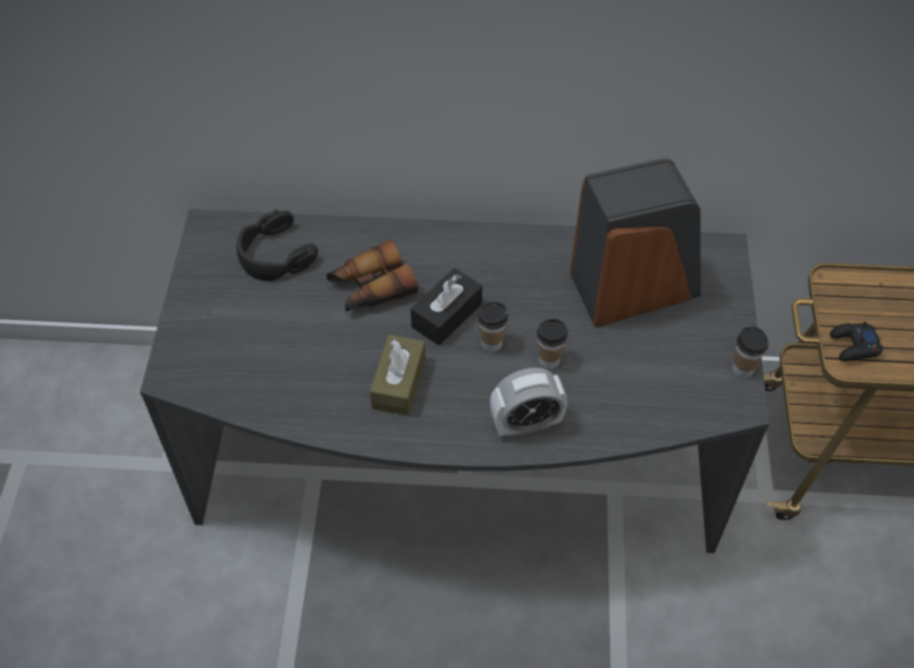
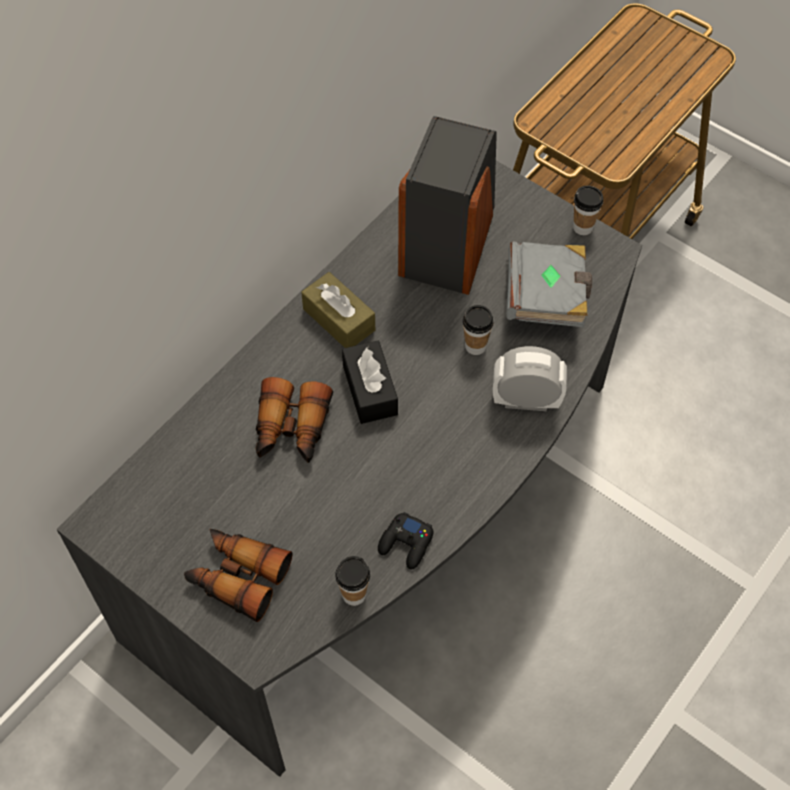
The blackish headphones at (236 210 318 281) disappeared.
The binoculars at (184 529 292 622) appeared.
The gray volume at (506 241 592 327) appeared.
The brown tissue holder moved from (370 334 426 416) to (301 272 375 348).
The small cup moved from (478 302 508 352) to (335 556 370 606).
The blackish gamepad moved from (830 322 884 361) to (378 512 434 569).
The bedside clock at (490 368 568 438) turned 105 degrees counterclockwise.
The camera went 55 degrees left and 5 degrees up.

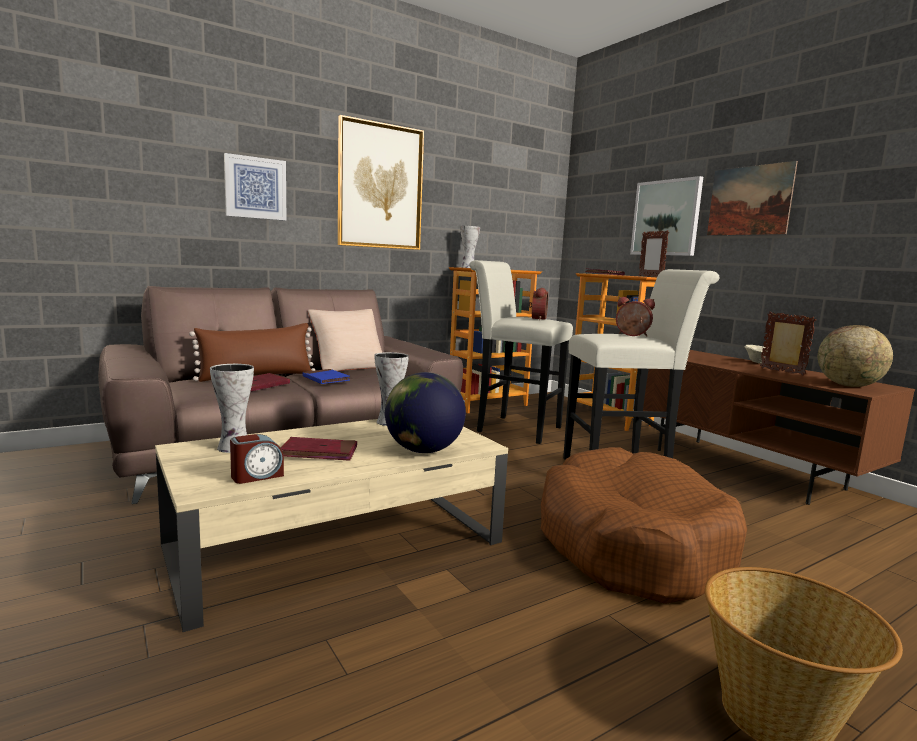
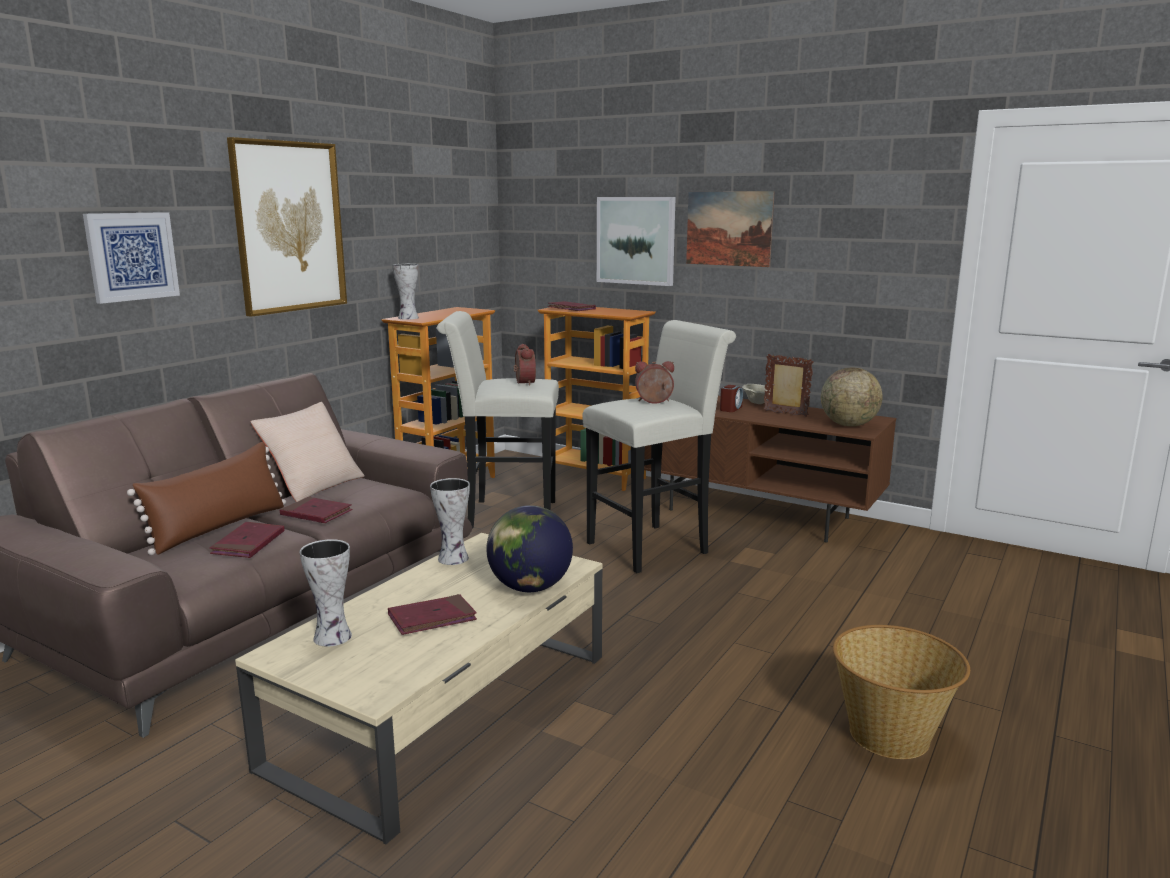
The brown pet bed at (541 447 747 604) disappeared.
The picture frame at (639 230 669 277) disappeared.
The bedside clock moved from (230 434 284 484) to (720 385 743 412).
The bluish volume at (303 369 350 384) became the reddish volume at (280 497 352 523).
The camera went 25 degrees left and 5 degrees up.

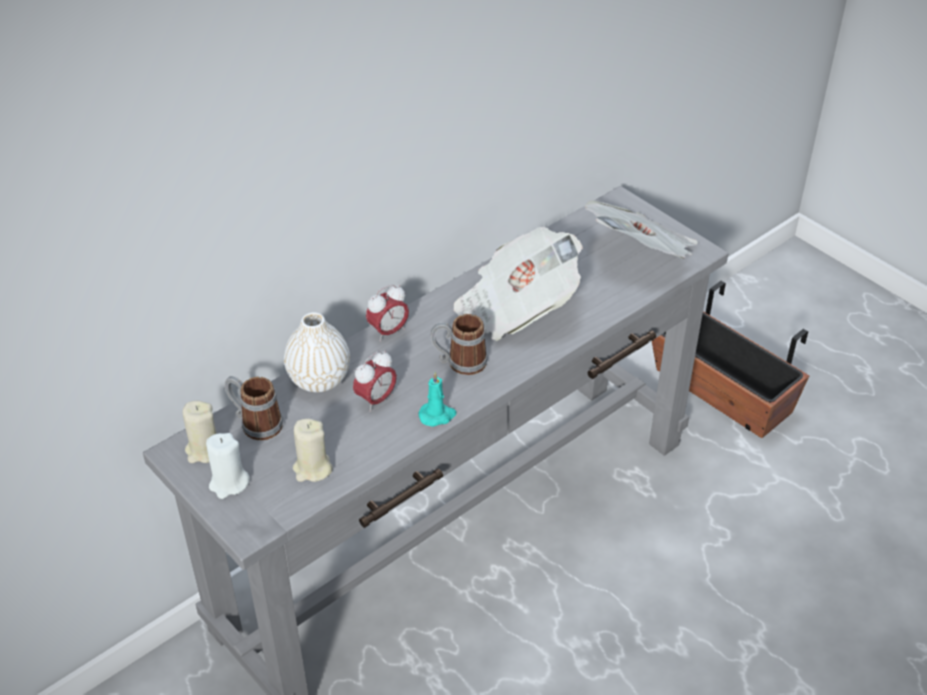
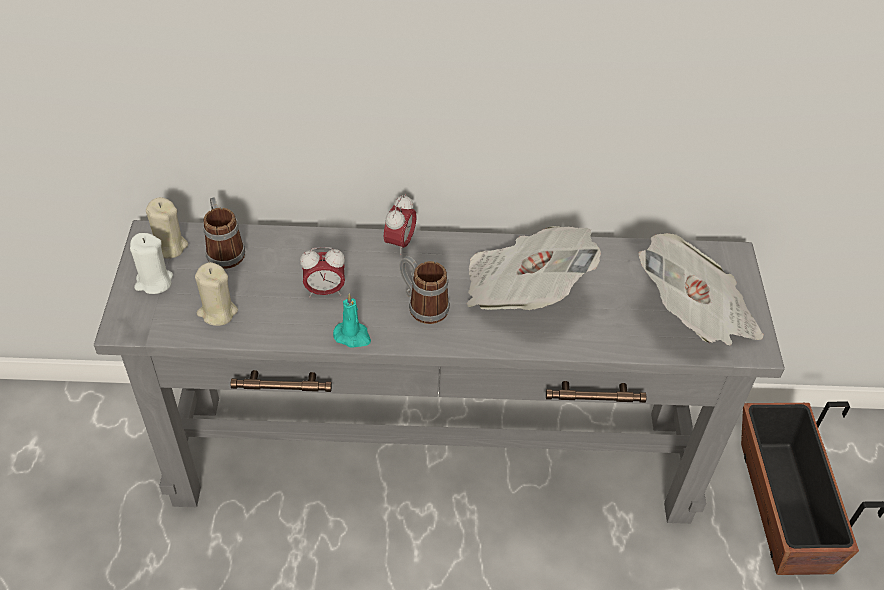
The whitish decorative vase at (284 312 350 392) disappeared.
The bedside clock at (366 284 409 342) turned 75 degrees counterclockwise.
The camera went 40 degrees right and 5 degrees up.

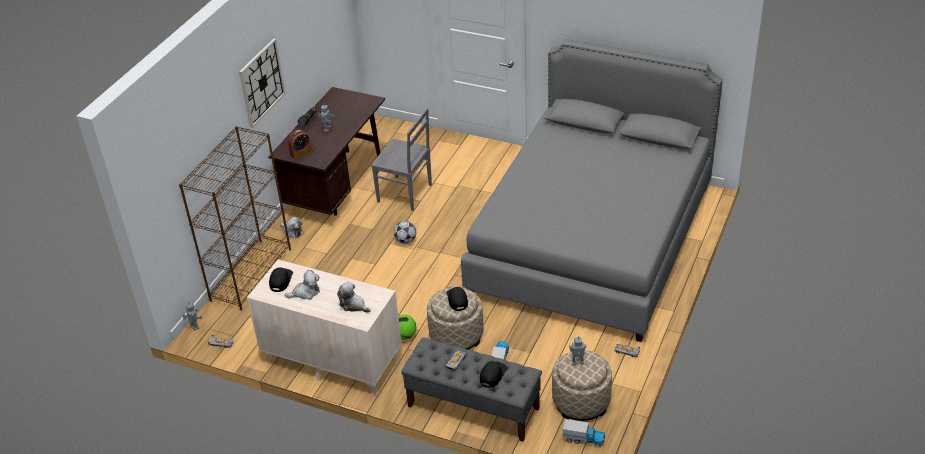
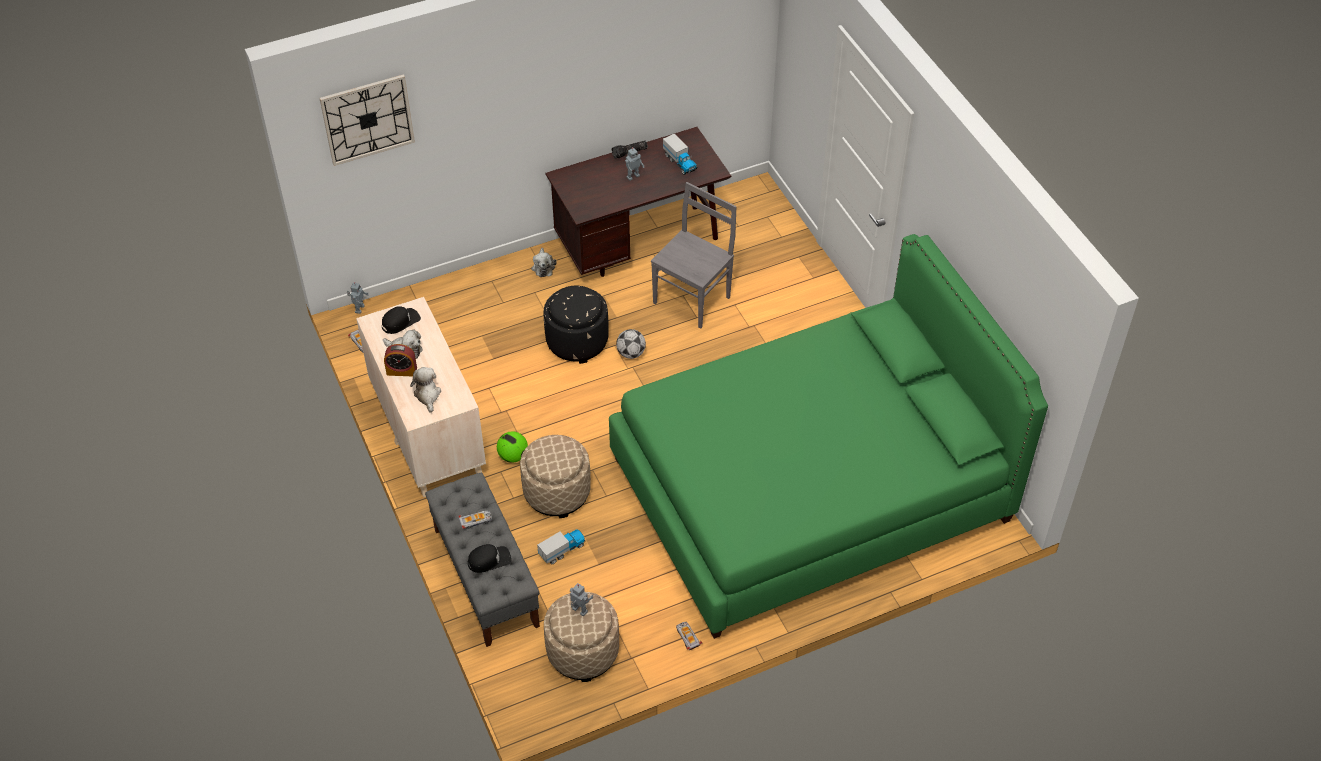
The brown bookcase at (179 126 291 311) disappeared.
The blackish baseball cap at (446 287 468 311) disappeared.
The blackish footrest at (544 286 609 364) appeared.
The clock on the wall moved from (239 38 286 128) to (319 74 415 166).
The bedside clock moved from (288 130 312 159) to (384 344 417 376).
The model truck moved from (563 419 605 447) to (663 134 697 175).
The gray bedroom bed at (461 39 723 342) became the green bedroom bed at (609 234 1048 639).
The gray upright chair at (371 108 432 211) turned 120 degrees counterclockwise.
The camera went 40 degrees right and 10 degrees up.

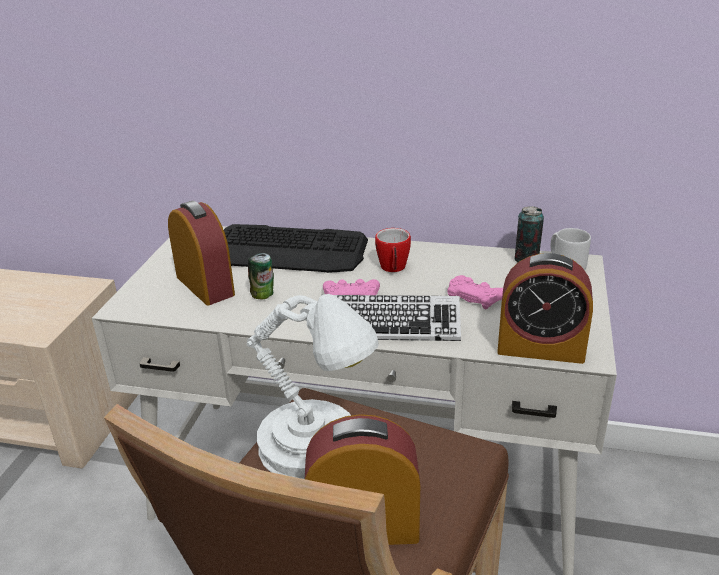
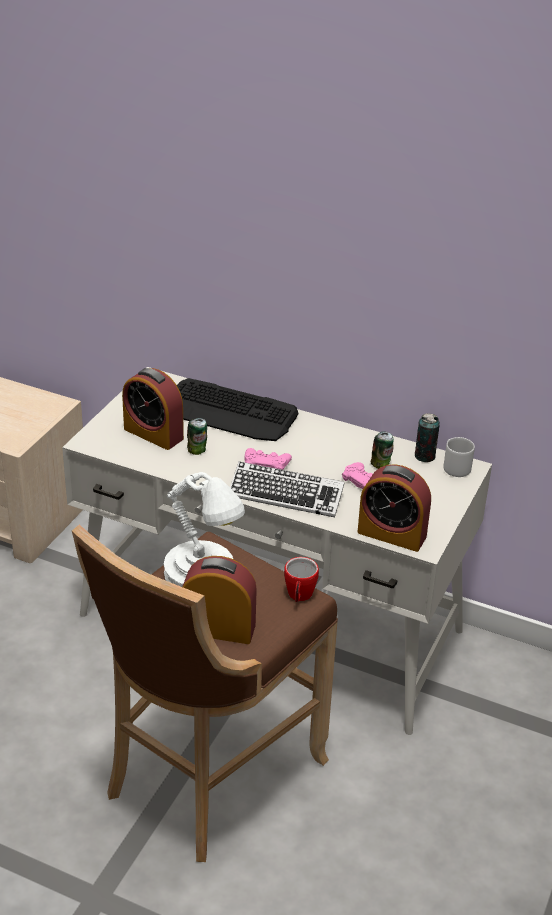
The can at (371 431 394 469) appeared.
The tea mug moved from (375 228 411 272) to (284 557 319 602).
The bedside clock at (168 201 235 305) turned 150 degrees clockwise.
The camera went 10 degrees right and 5 degrees up.

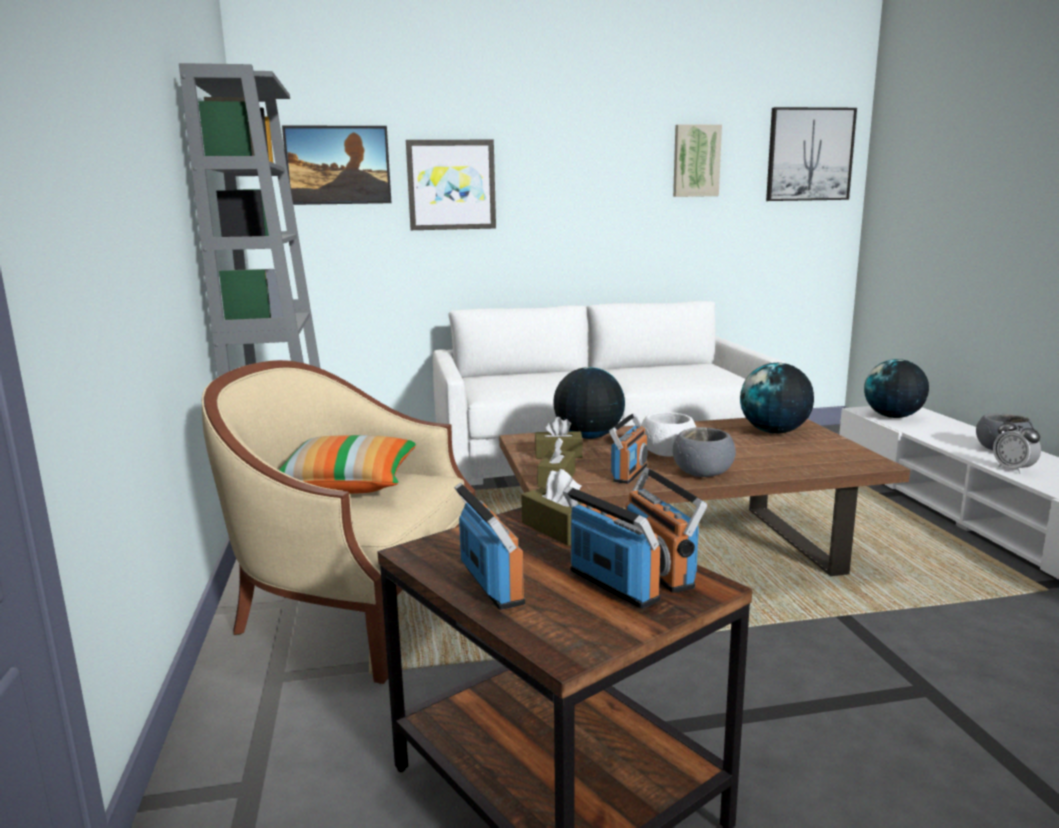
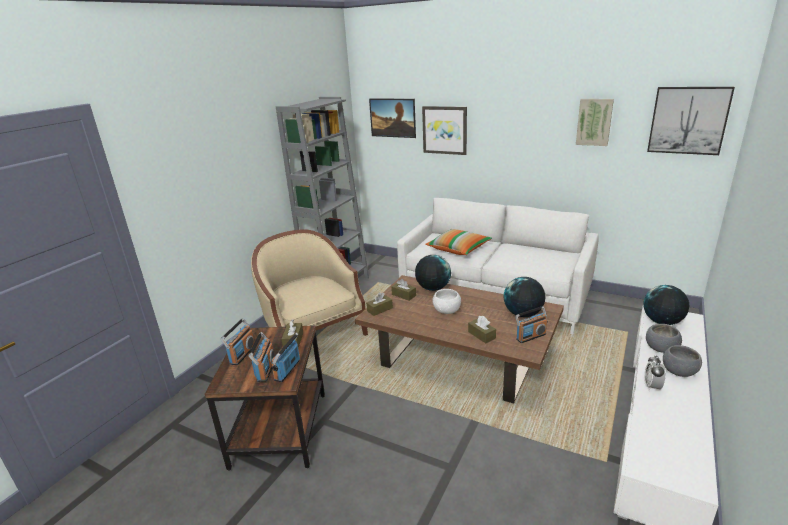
The brown tissue holder at (468 316 496 343) appeared.
The cushion moved from (279 435 416 493) to (425 229 492 255).
The radio receiver moved from (609 413 648 484) to (515 306 547 343).
The gray deep dish moved from (673 427 736 477) to (646 324 682 353).
The camera went 40 degrees right and 10 degrees up.

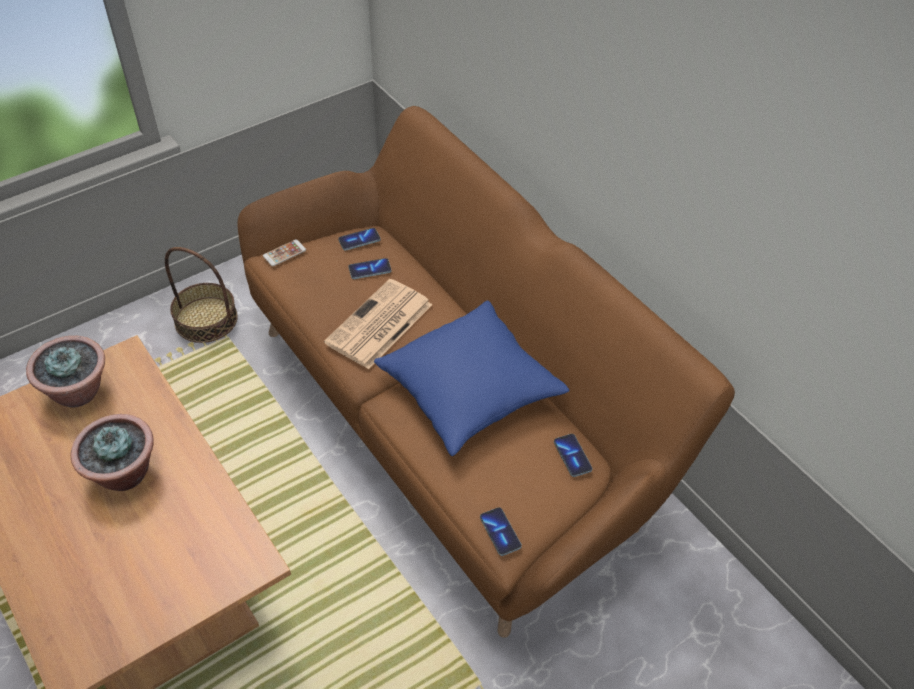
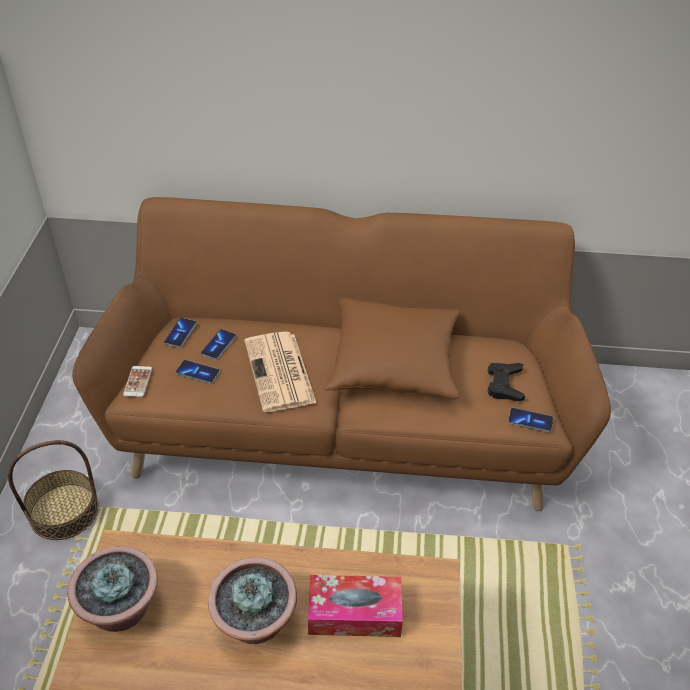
The tissue holder at (308 575 403 637) appeared.
The blackish gamepad at (488 363 525 401) appeared.
The telephone moved from (554 434 593 477) to (176 360 220 384).
The bluish cushion at (374 301 569 456) became the brown cushion at (324 298 460 399).
The camera went 50 degrees left and 5 degrees down.

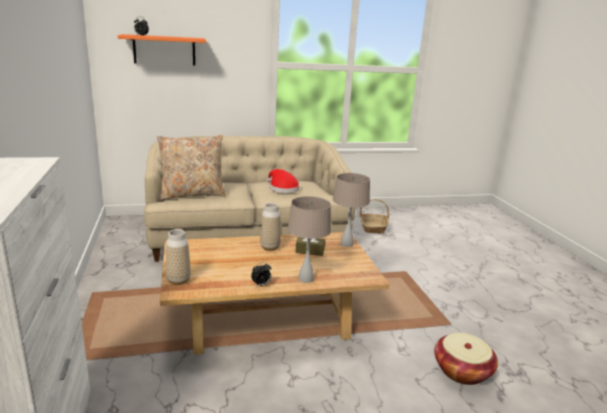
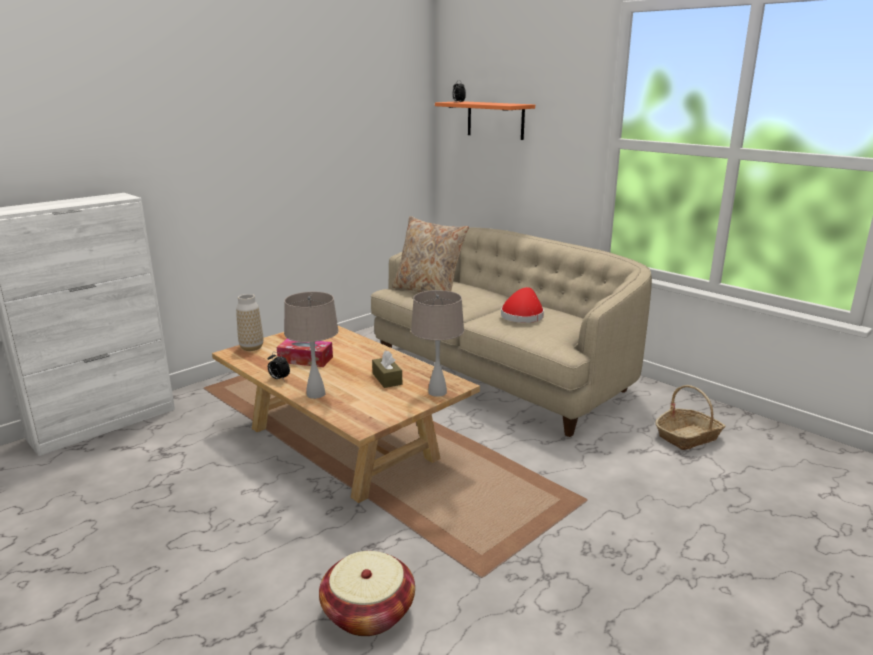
The decorative vase at (260 203 281 251) disappeared.
The tissue holder at (277 338 333 367) appeared.
The camera went 60 degrees right and 0 degrees up.

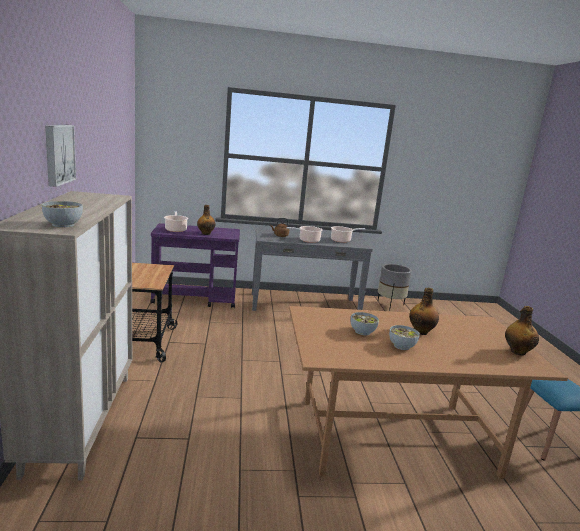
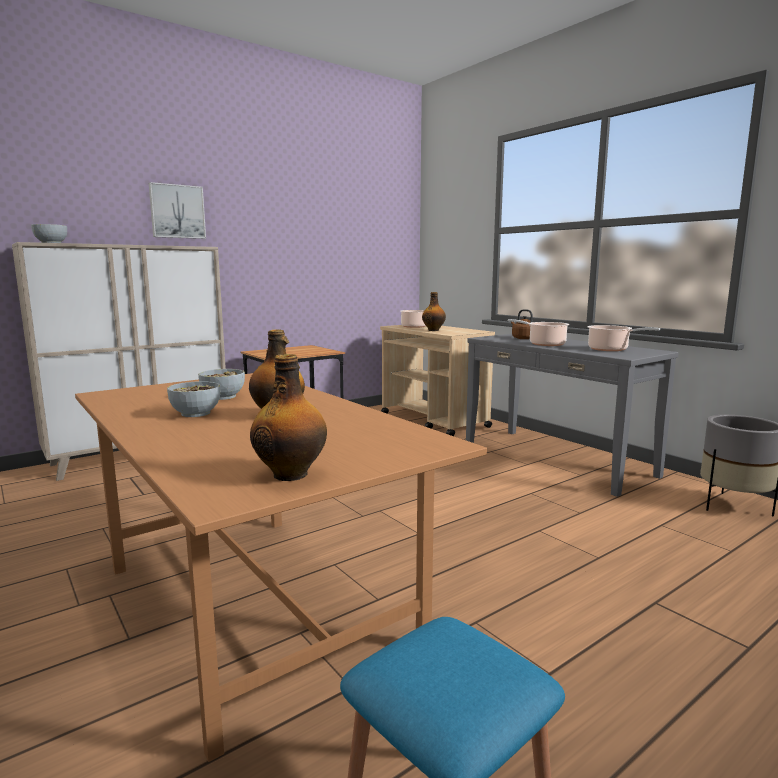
The purplish cart at (150 223 240 308) became the beige cart at (380 325 495 436).
The camera went 60 degrees right and 5 degrees down.

